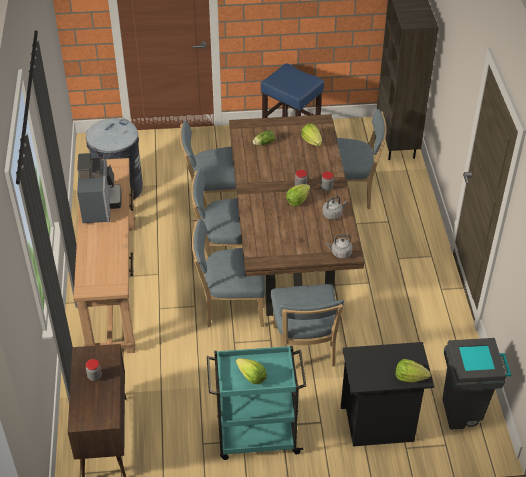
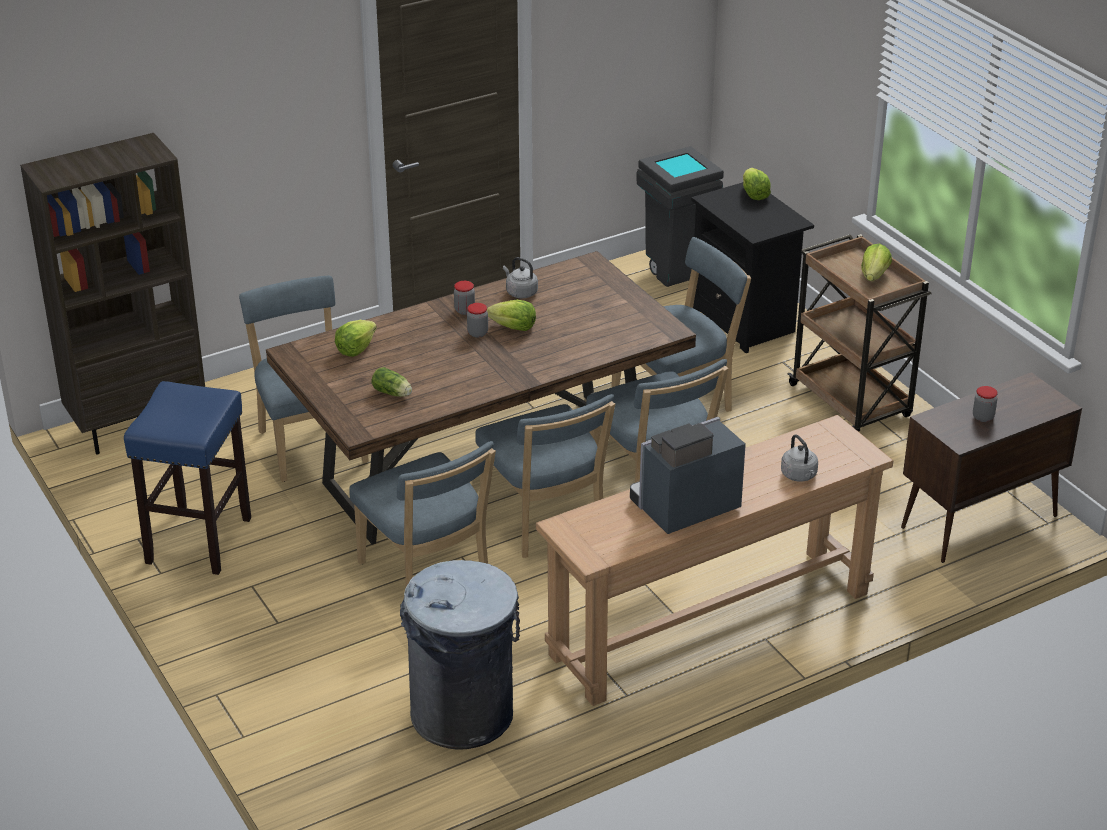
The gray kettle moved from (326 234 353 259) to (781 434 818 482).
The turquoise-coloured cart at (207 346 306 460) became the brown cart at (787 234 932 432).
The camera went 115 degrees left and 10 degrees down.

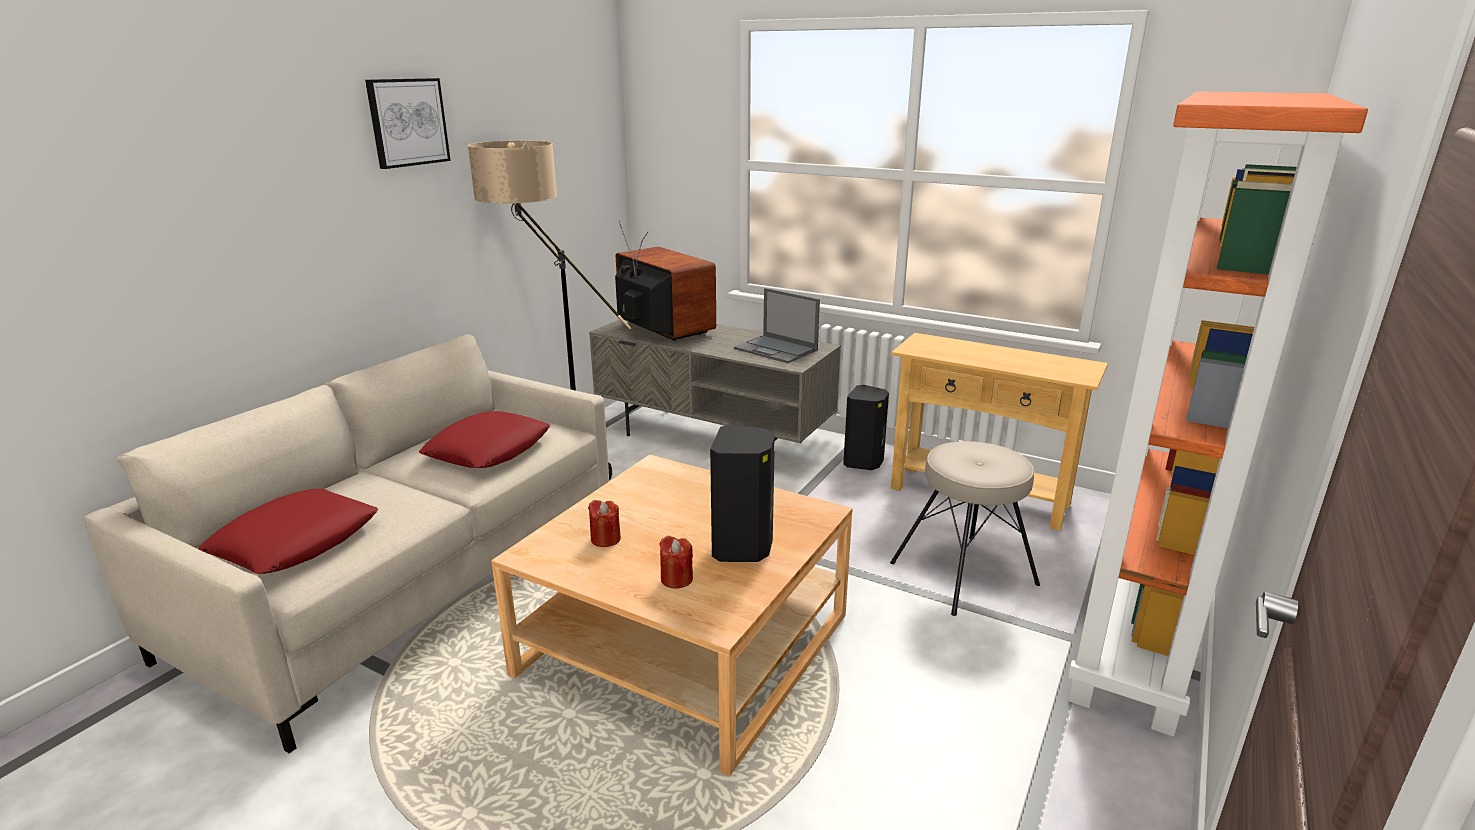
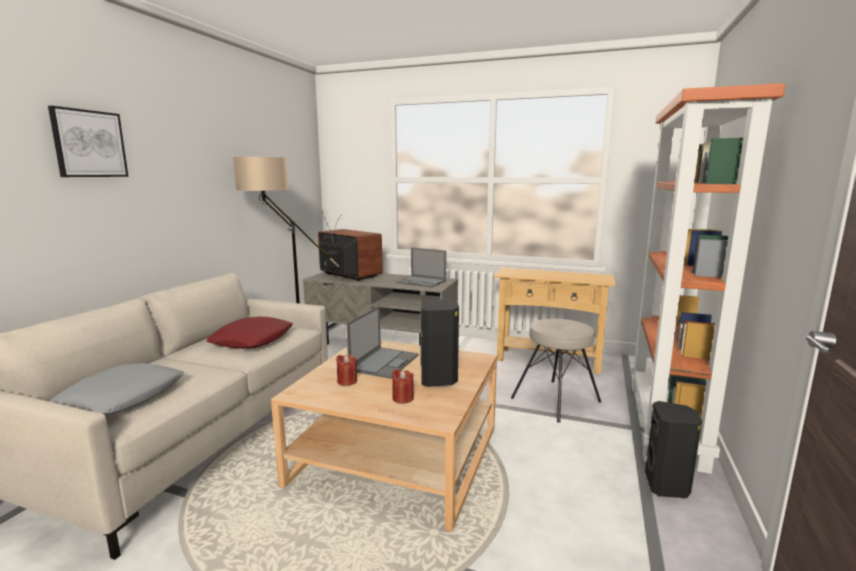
The laptop at (346 306 419 379) appeared.
The wall picture moved from (365 78 451 169) to (48 106 129 177).
The blackish speaker moved from (843 385 889 470) to (645 401 702 498).
The reddish cushion at (198 489 378 574) became the gray cushion at (50 363 185 415).
The camera went 10 degrees left and 10 degrees down.

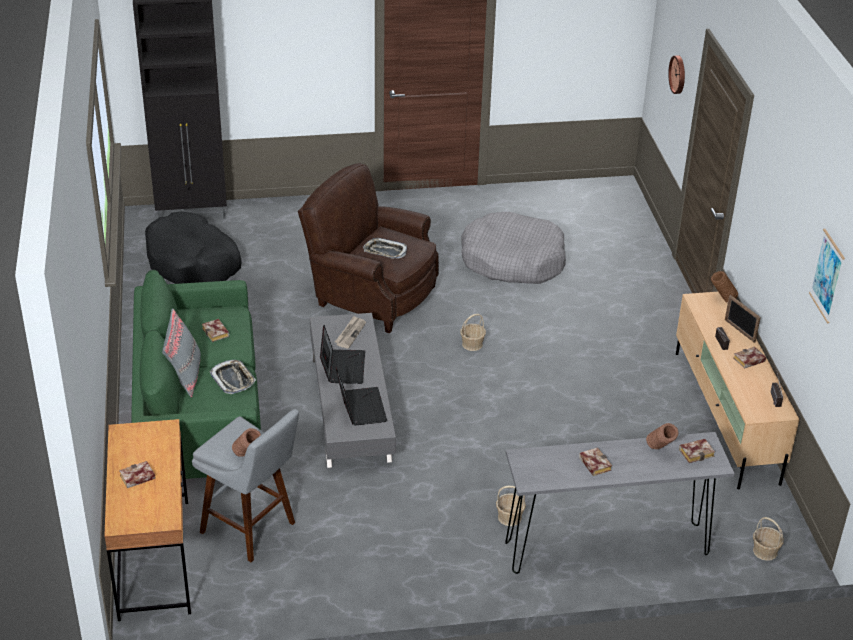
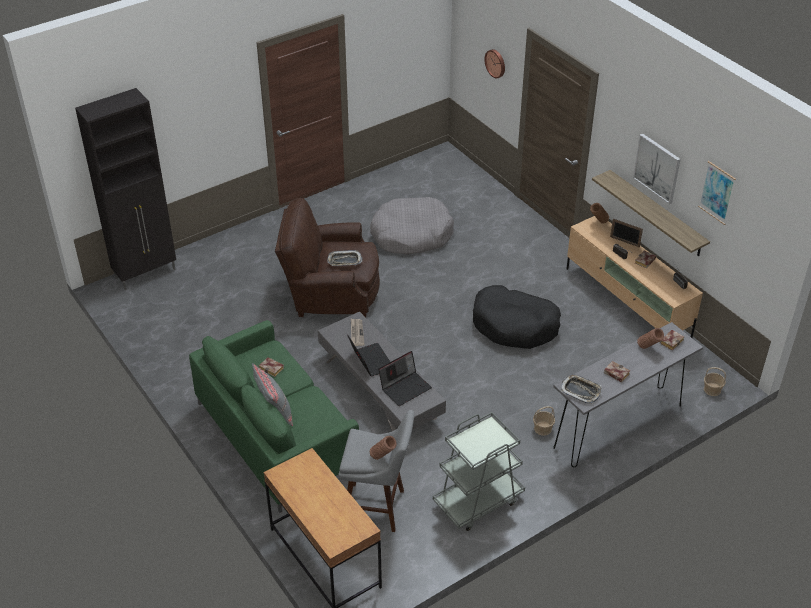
The volume at (119 461 155 488) disappeared.
The household basket at (460 314 486 351) disappeared.
The gray cart at (433 412 525 531) appeared.
The shelf at (592 170 710 256) appeared.
The wall picture at (633 134 681 204) appeared.
The blackish pet bed moved from (145 212 242 284) to (473 285 561 349).
The carrying tray moved from (210 360 256 394) to (561 374 602 404).
The laptop at (335 367 387 426) turned 90 degrees clockwise.
The camera went 25 degrees left and 5 degrees up.

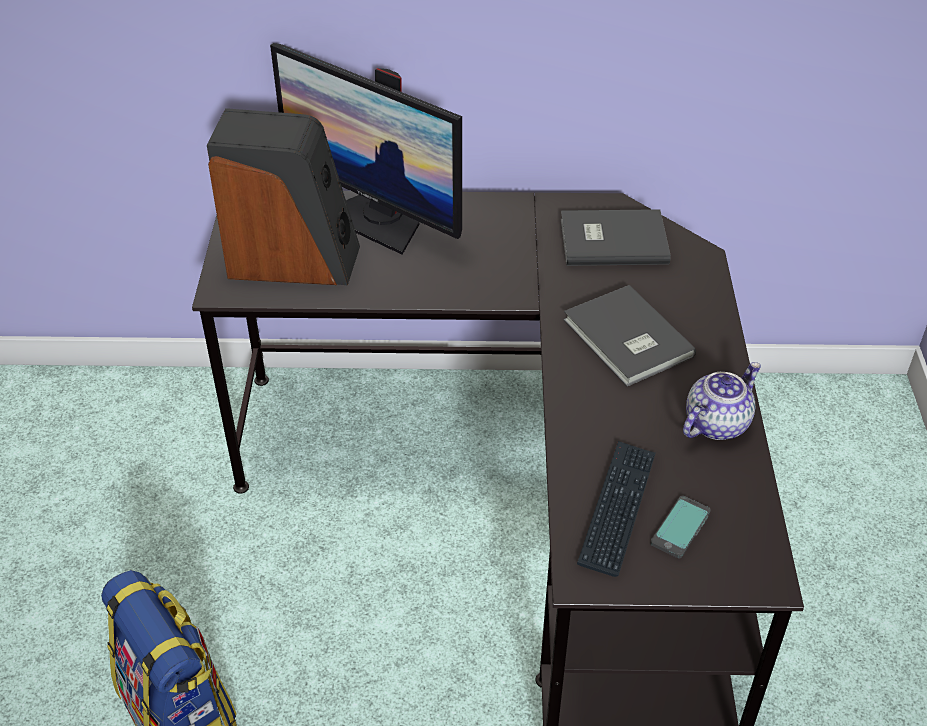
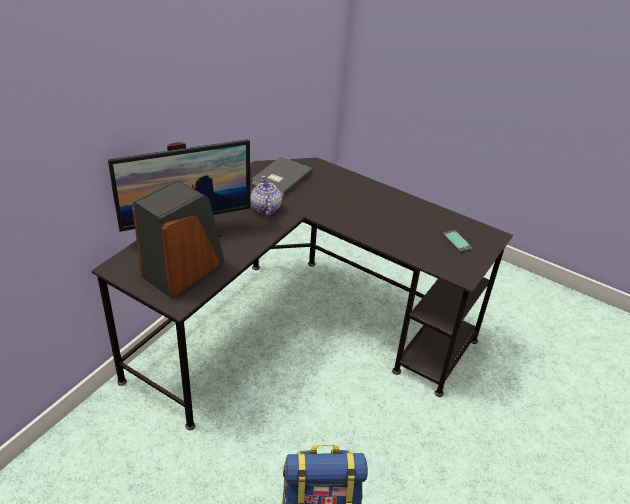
The gray volume at (563 285 696 386) disappeared.
The PC keyboard at (577 441 656 577) disappeared.
The teapot moved from (683 362 761 440) to (250 176 282 216).
The camera went 60 degrees left and 5 degrees down.

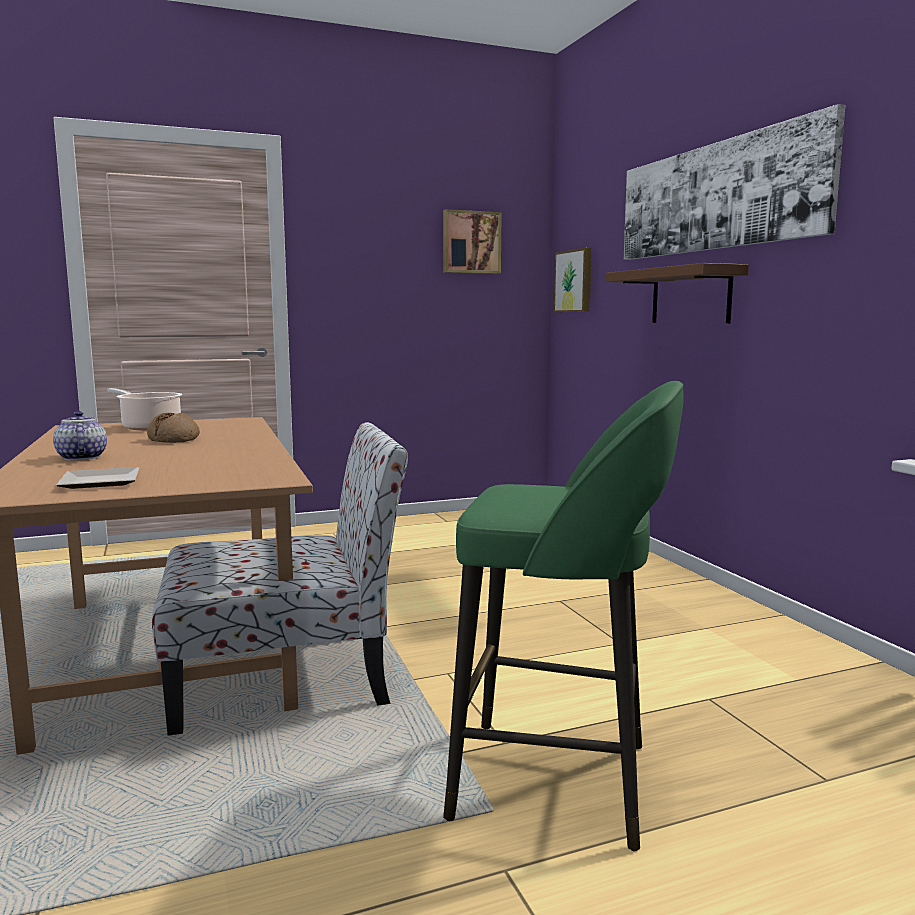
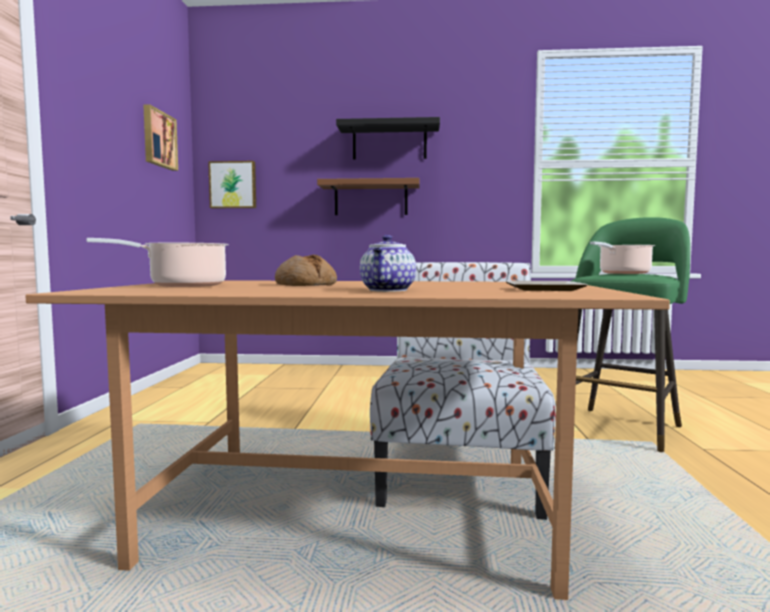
The stockpot at (590 242 655 274) appeared.
The wall picture at (624 104 845 260) was replaced by the blackish shelf at (336 117 440 160).
The teapot at (53 411 107 460) turned 75 degrees counterclockwise.
The camera went 65 degrees left and 5 degrees down.

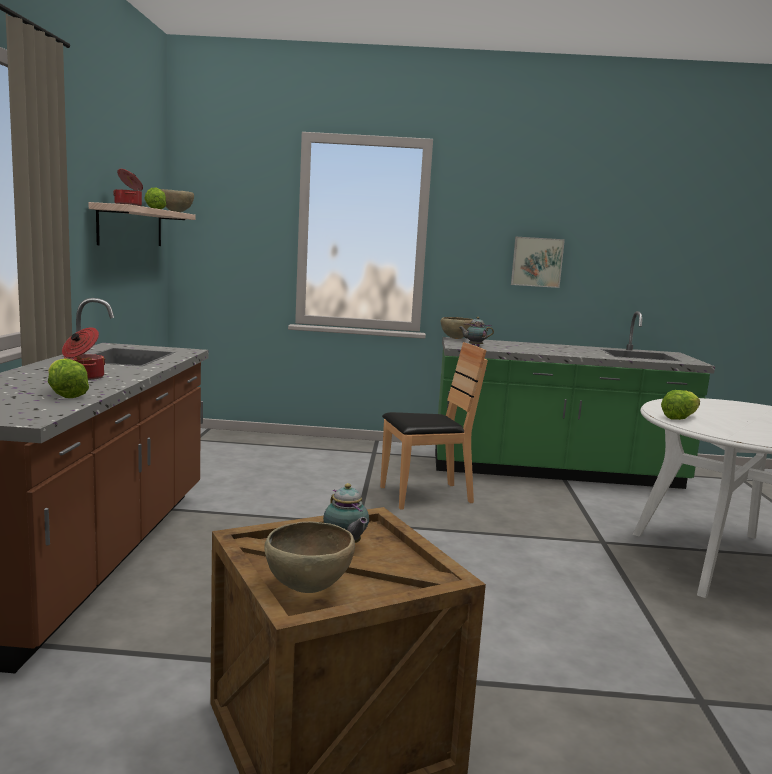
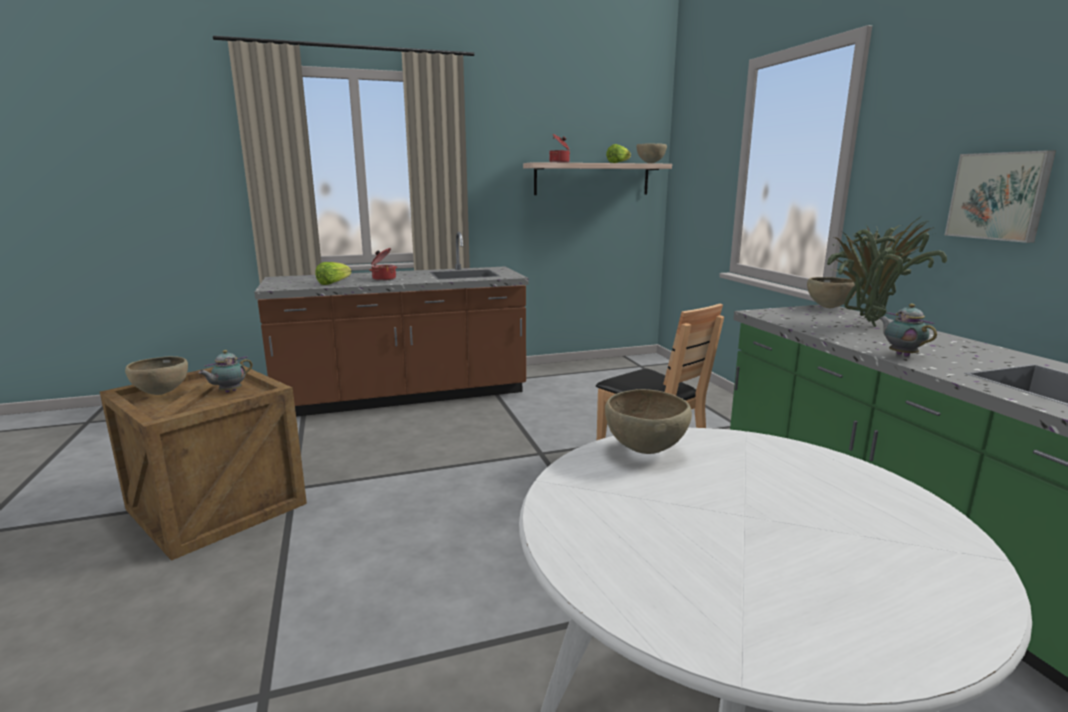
The plant in a pot at (827 218 947 327) appeared.
The teapot moved from (459 317 494 347) to (880 304 937 357).
The lettuce at (661 390 700 420) was replaced by the brown deep dish at (605 389 692 454).
The camera went 70 degrees right and 5 degrees up.

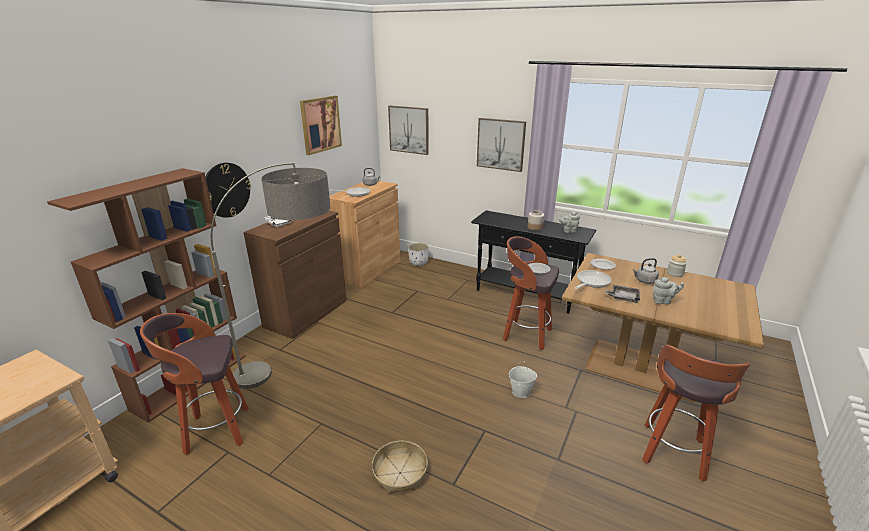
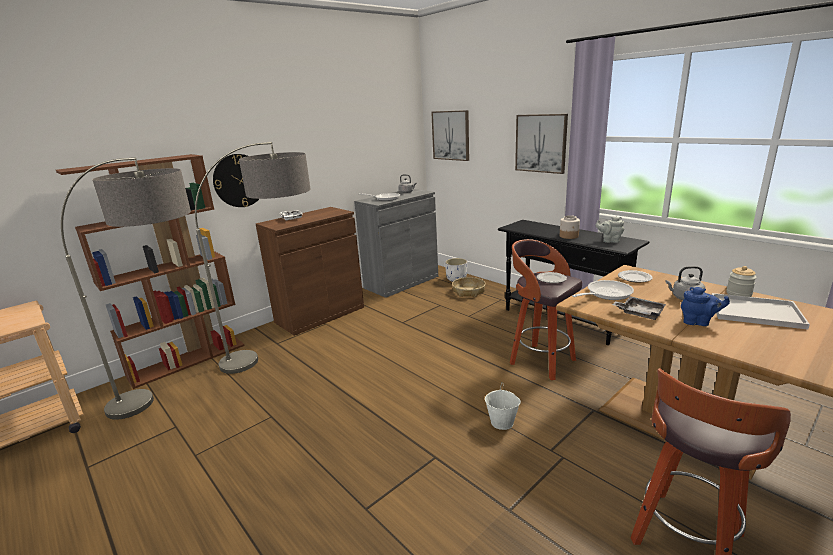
The wall picture at (300 96 342 155) disappeared.
The whitish carrying tray at (712 293 810 330) appeared.
The household basket moved from (372 441 428 494) to (452 277 486 297).
The stool at (140 313 249 456) was replaced by the standing lamp at (61 157 191 420).
The brown cabinet at (329 181 400 288) became the gray cabinet at (354 189 438 298).
The gray teapot at (653 277 684 304) became the bluish teapot at (681 287 730 326).
The camera went 20 degrees right and 5 degrees down.

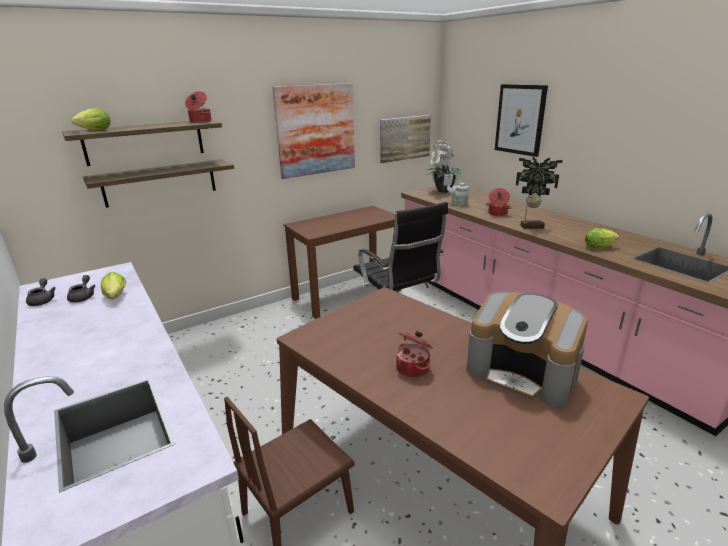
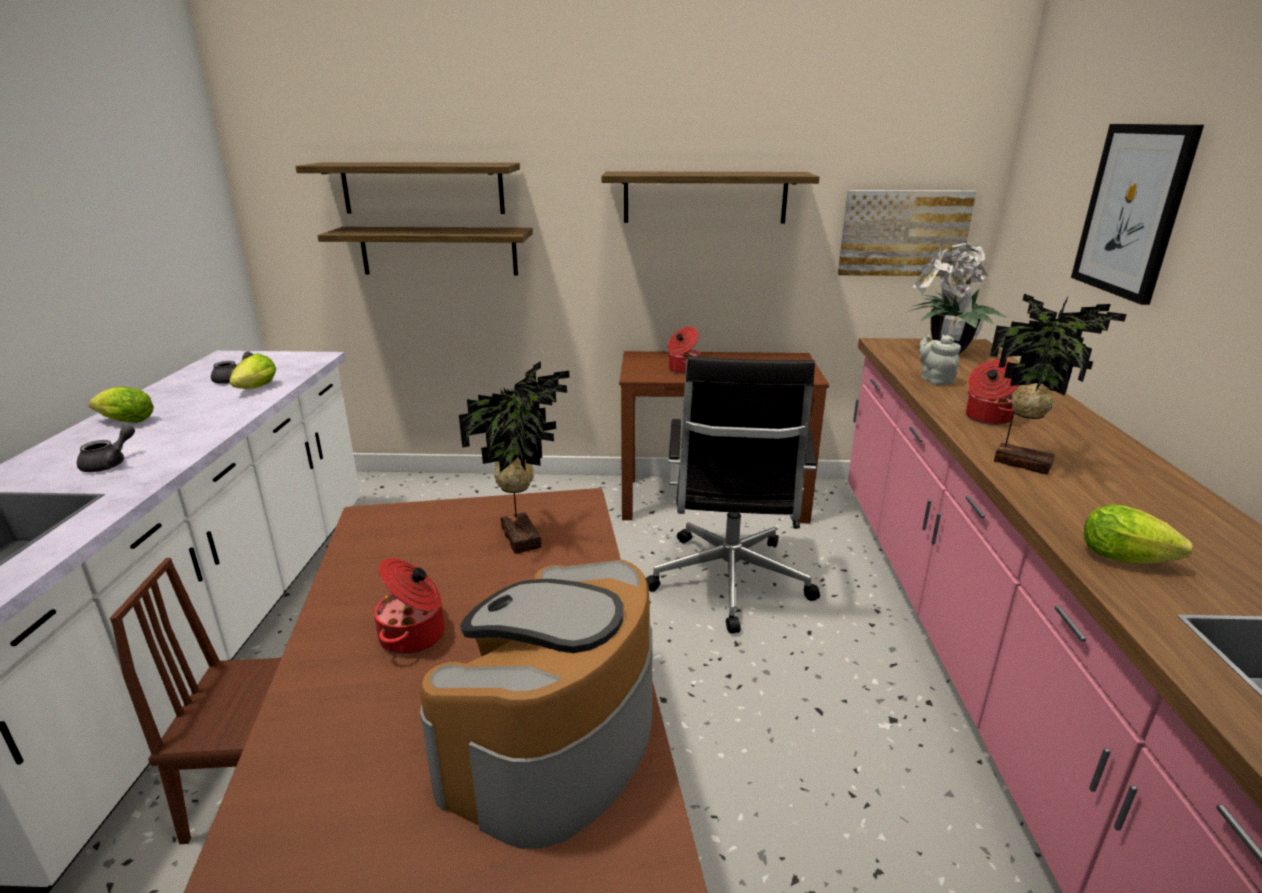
The plant in a pot at (459 361 570 554) appeared.
The gray teapot moved from (26 278 56 306) to (77 425 135 472).
The lettuce moved from (72 108 110 130) to (88 387 154 423).
The stockpot moved from (185 91 211 123) to (668 327 701 374).
The wall picture at (272 83 355 179) was replaced by the shelf at (601 171 820 223).
The coffee brewer at (466 292 588 407) turned 45 degrees clockwise.
The camera went 35 degrees right and 0 degrees up.

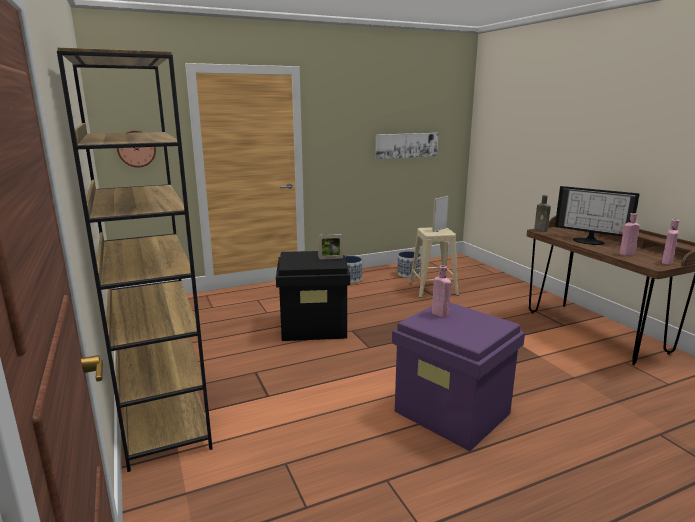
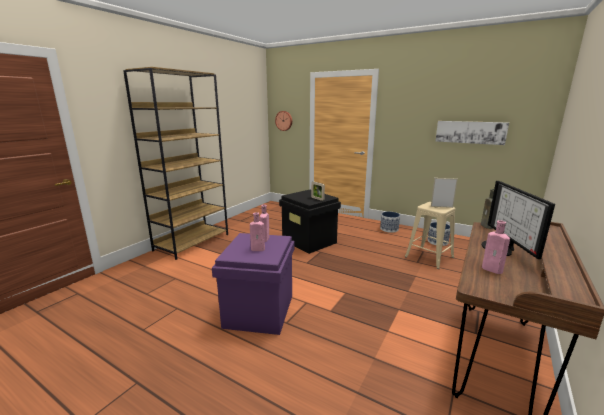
The pinkish bottle moved from (662 219 680 265) to (250 212 265 251).
The camera went 55 degrees right and 0 degrees up.

